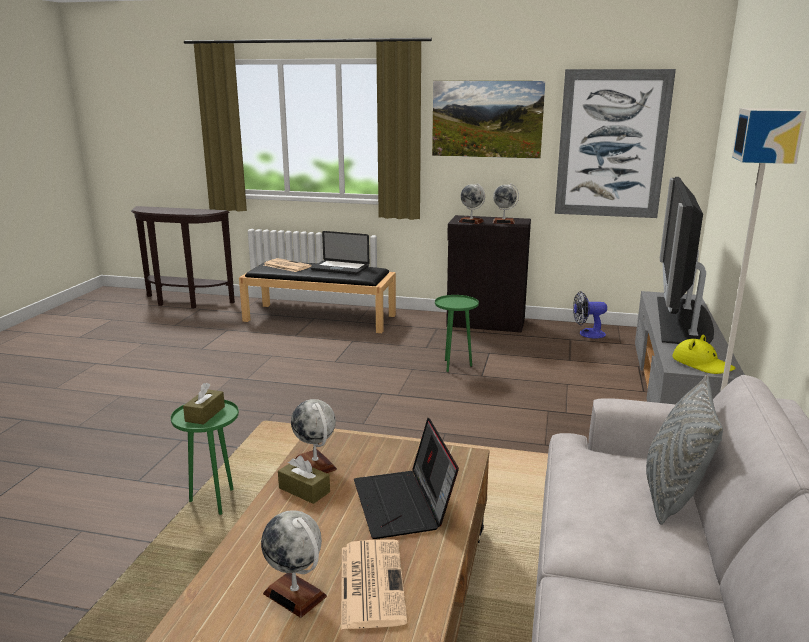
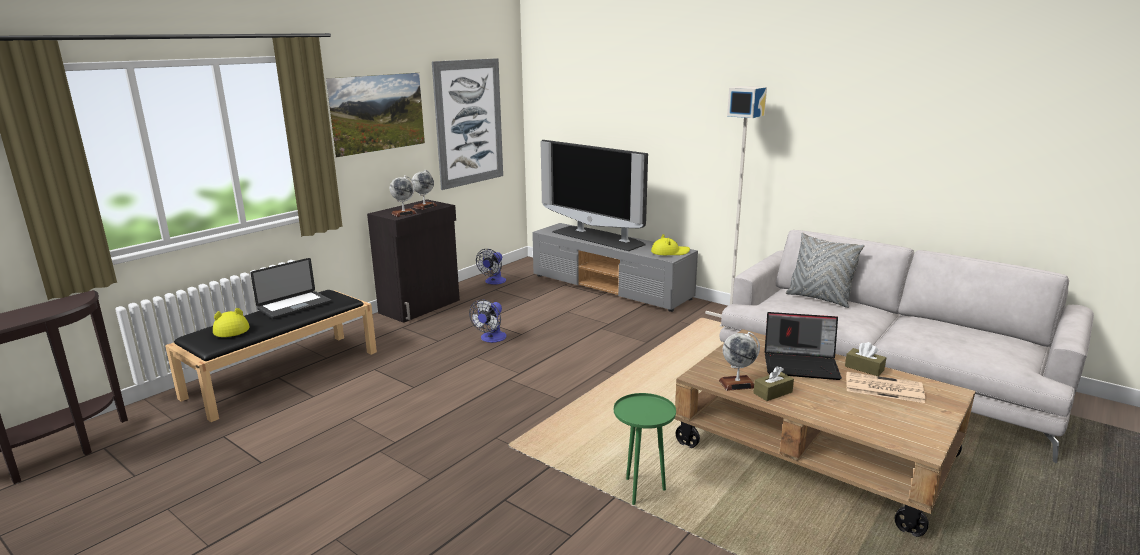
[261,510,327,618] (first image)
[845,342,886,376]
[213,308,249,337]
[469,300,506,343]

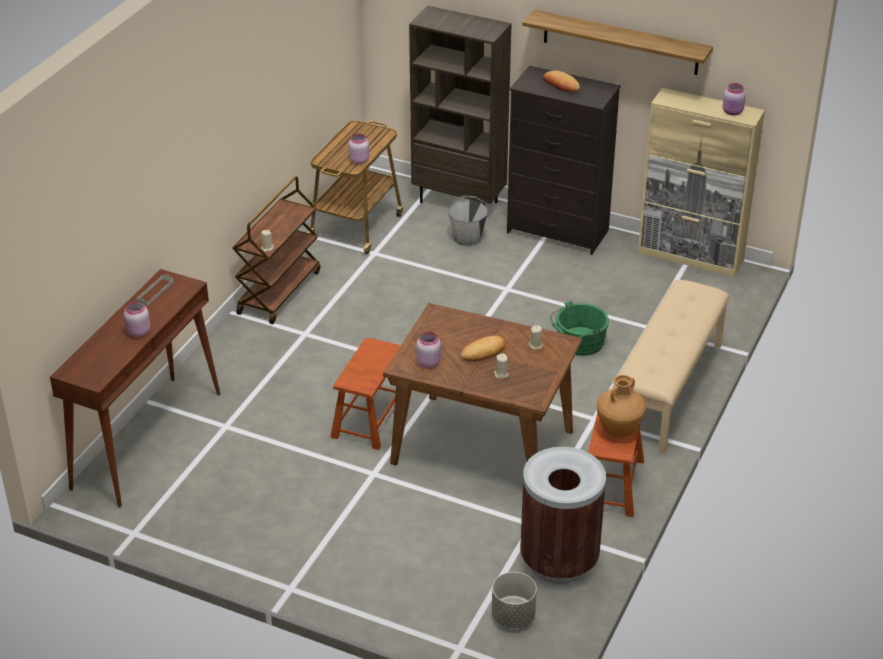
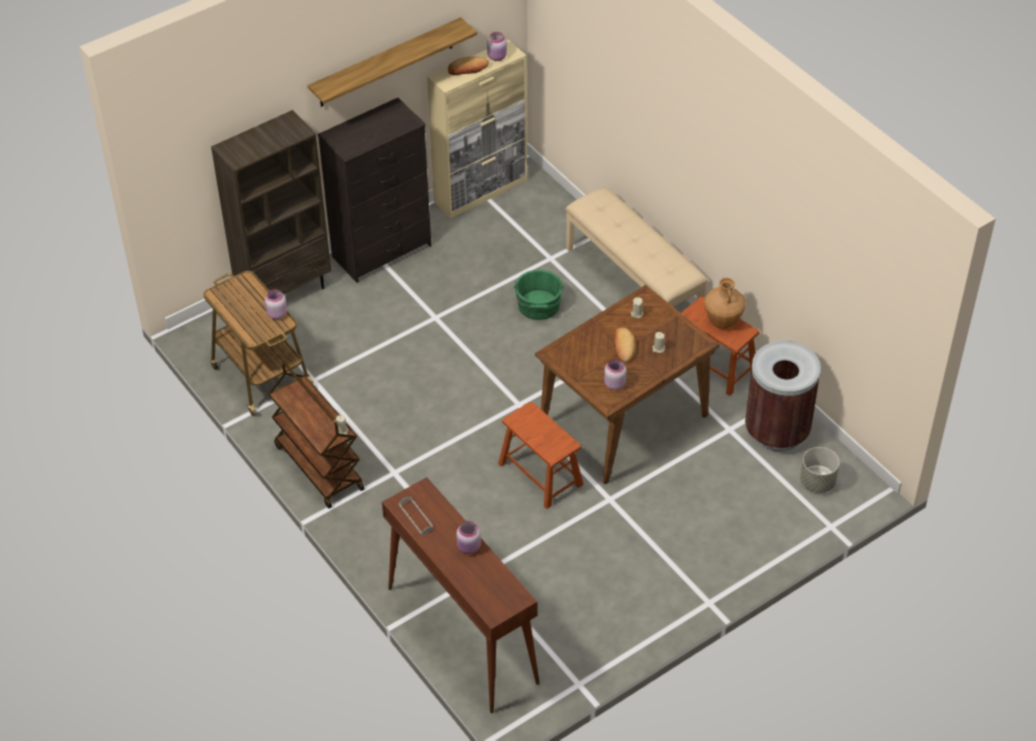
[448,196,488,246] (first image)
[448,56,489,75]

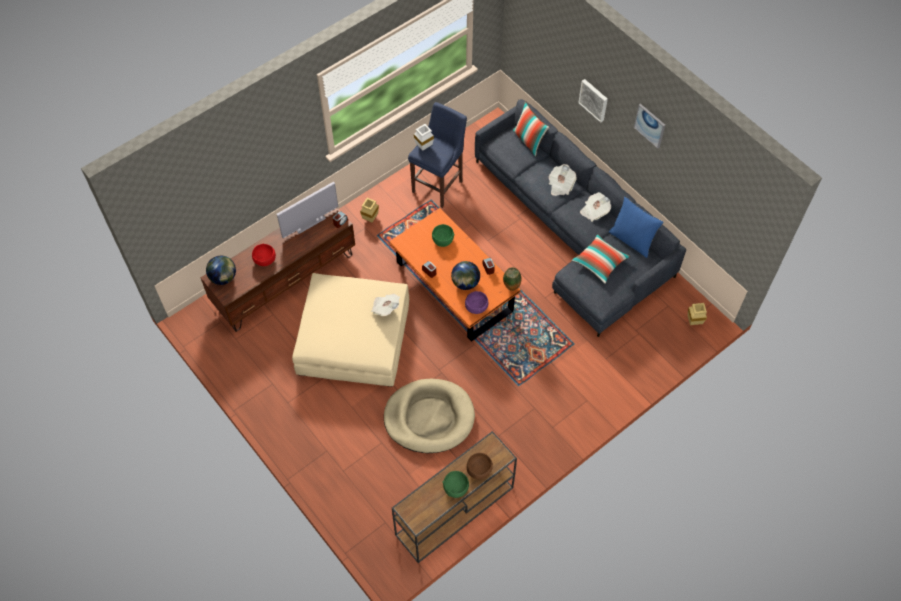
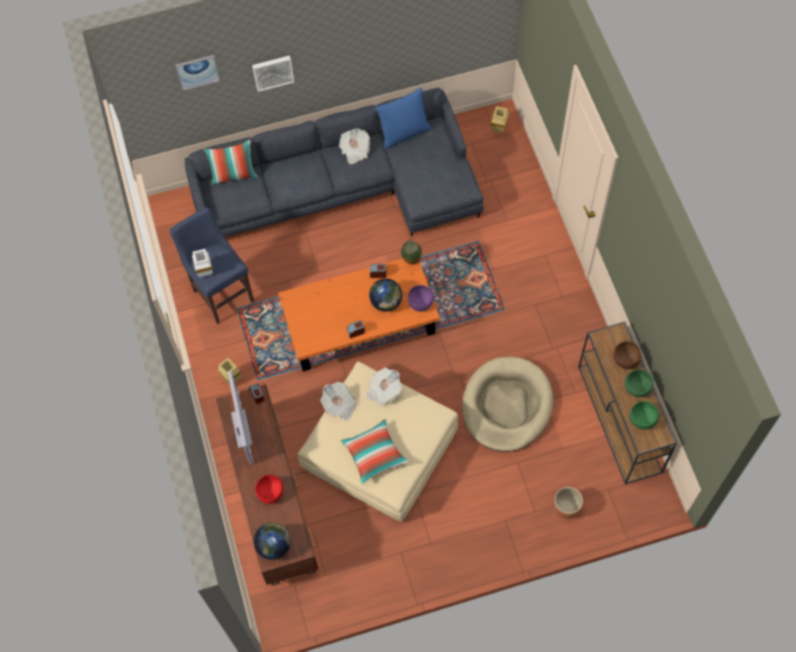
[554,487,583,519]
[630,401,659,430]
[320,382,357,421]
[341,419,409,484]
[175,55,220,91]

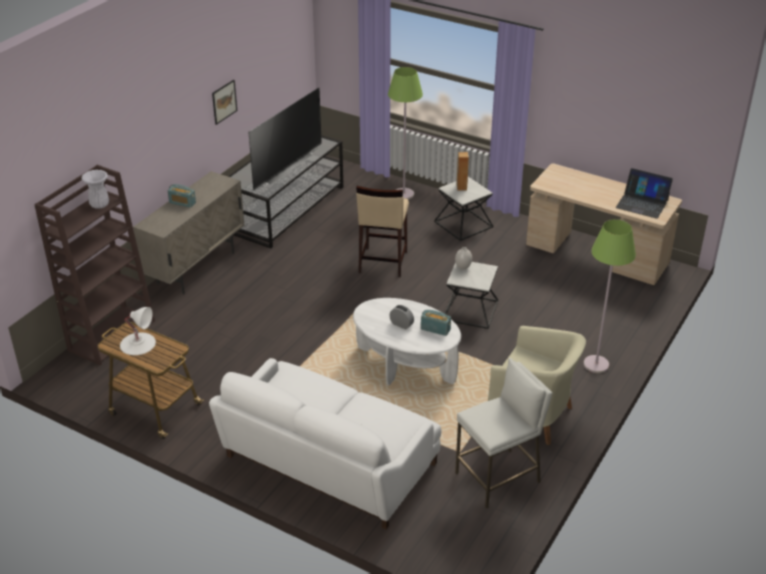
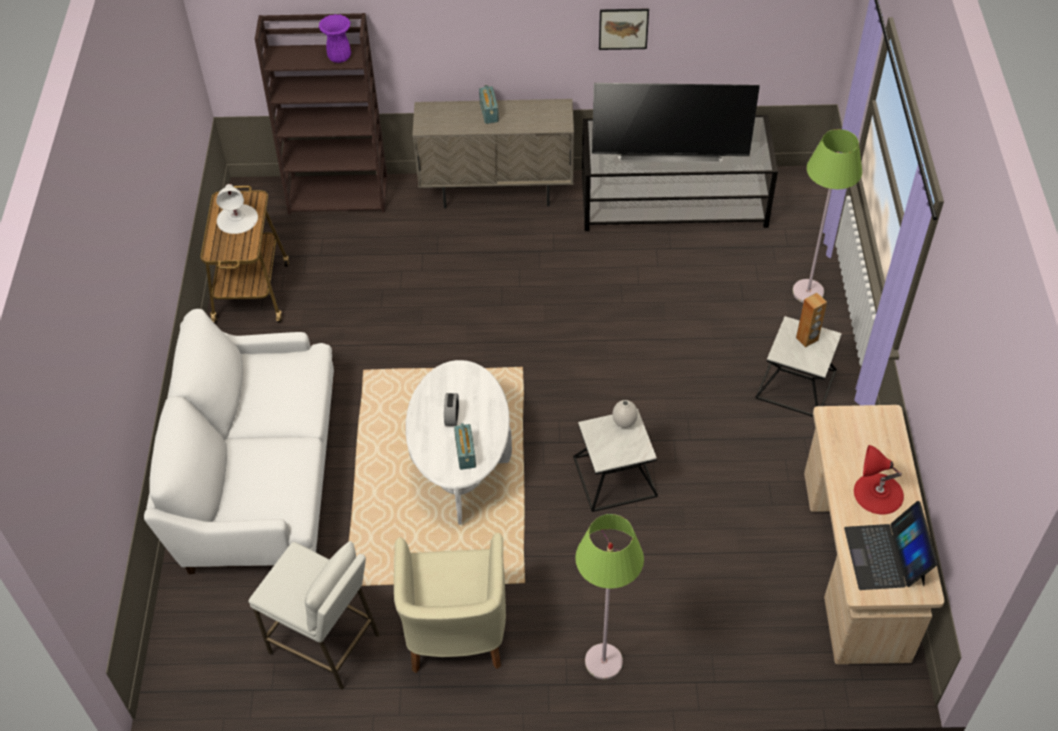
[356,186,409,277] (first image)
[854,445,904,515]
[319,14,351,63]

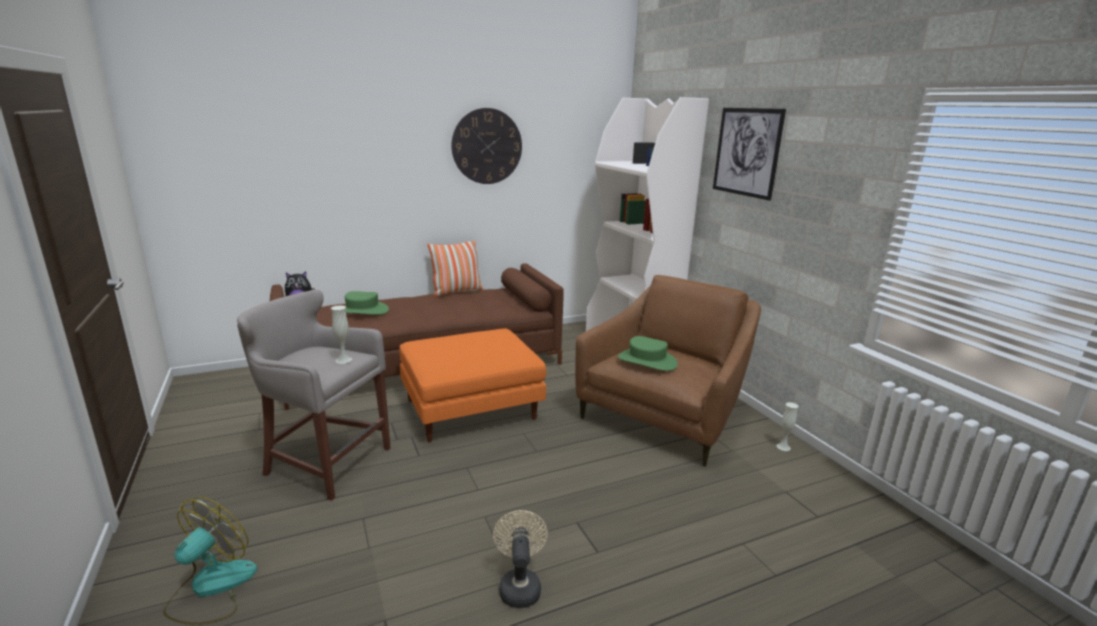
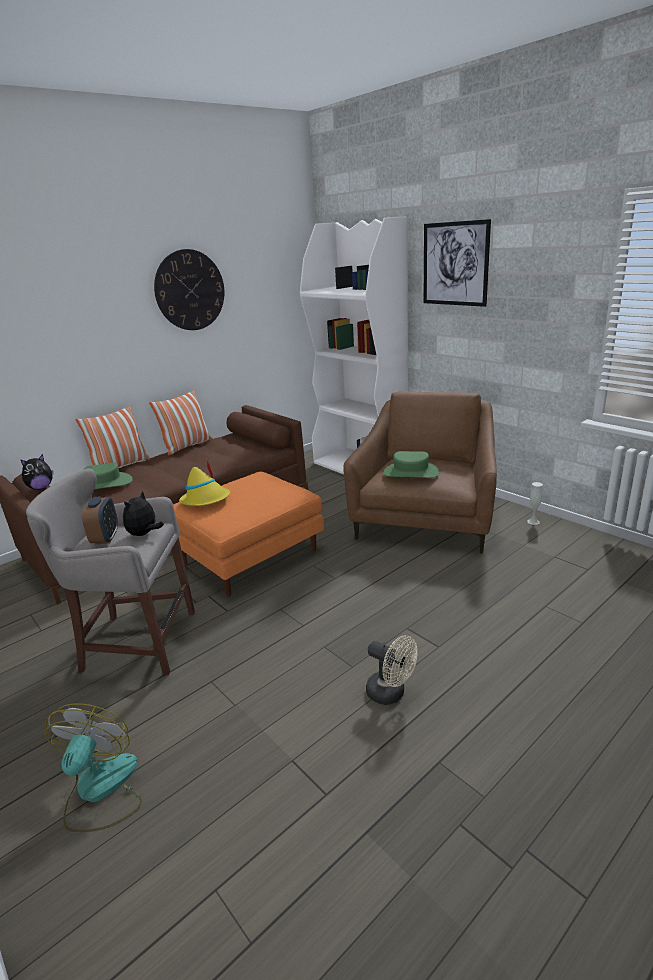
[75,406,150,467]
[82,496,118,545]
[179,459,230,506]
[123,491,164,536]
[366,635,418,705]

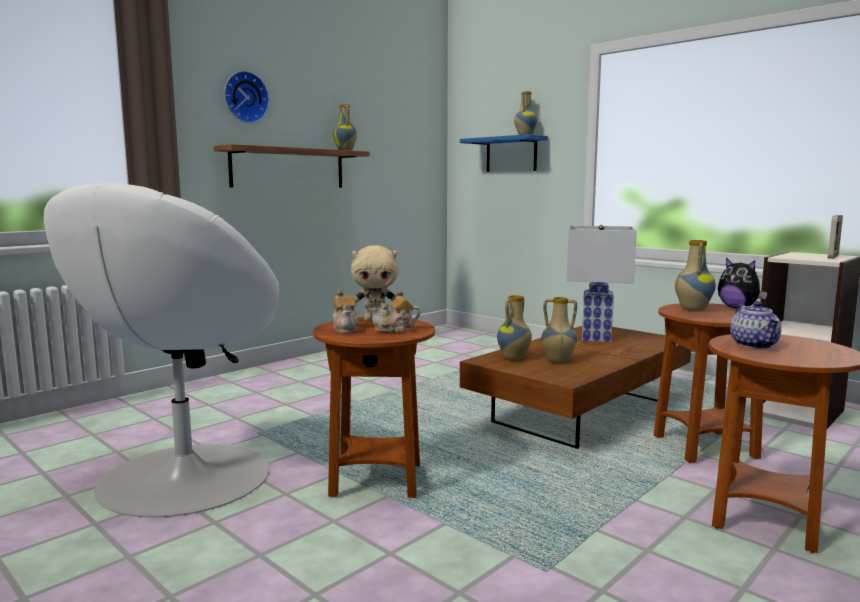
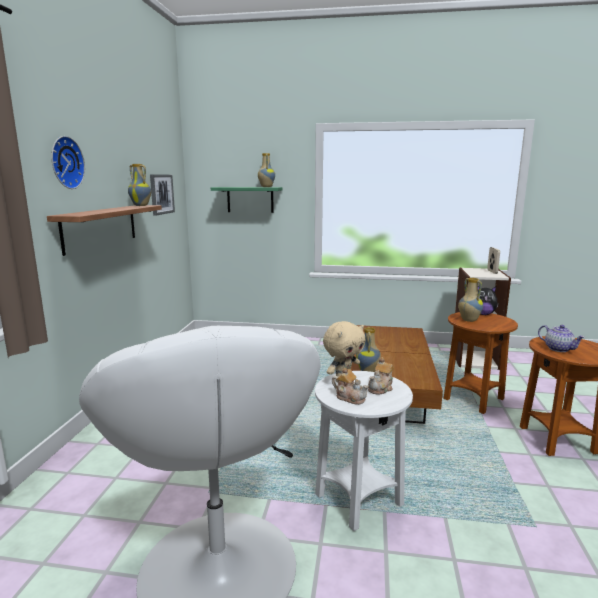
[541,297,577,363] (first image)
[566,225,637,342] (first image)
[150,174,175,216]
[315,371,413,531]
[211,187,282,213]

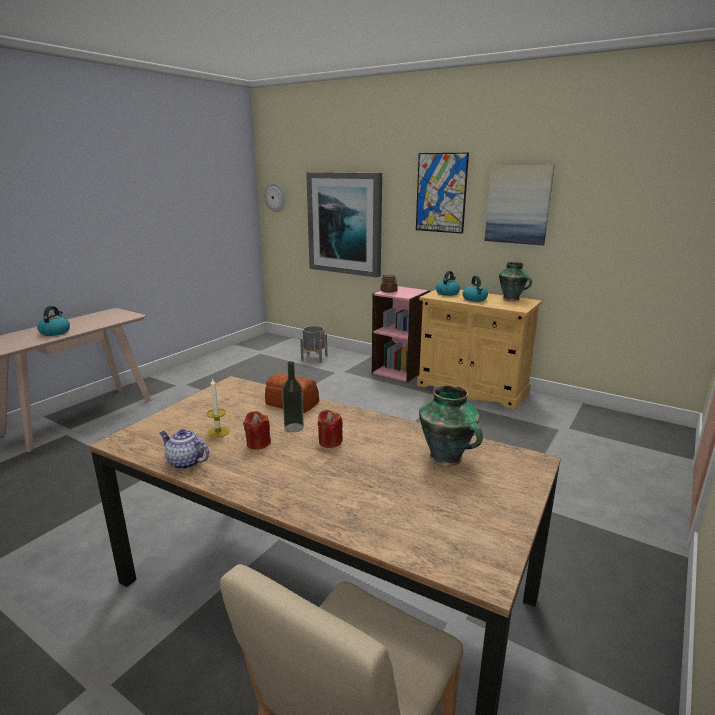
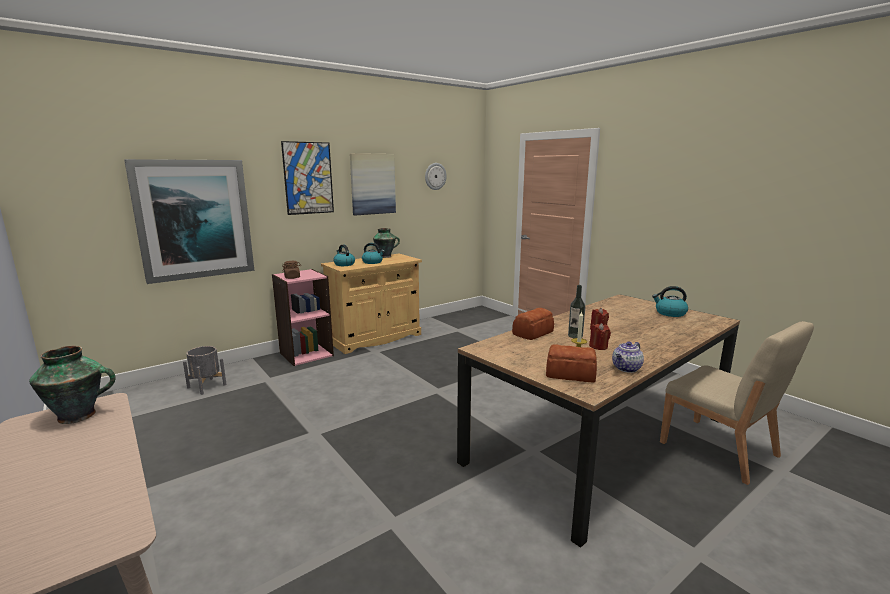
[546,344,597,383]
[652,286,688,317]
[425,163,447,190]
[29,346,116,424]

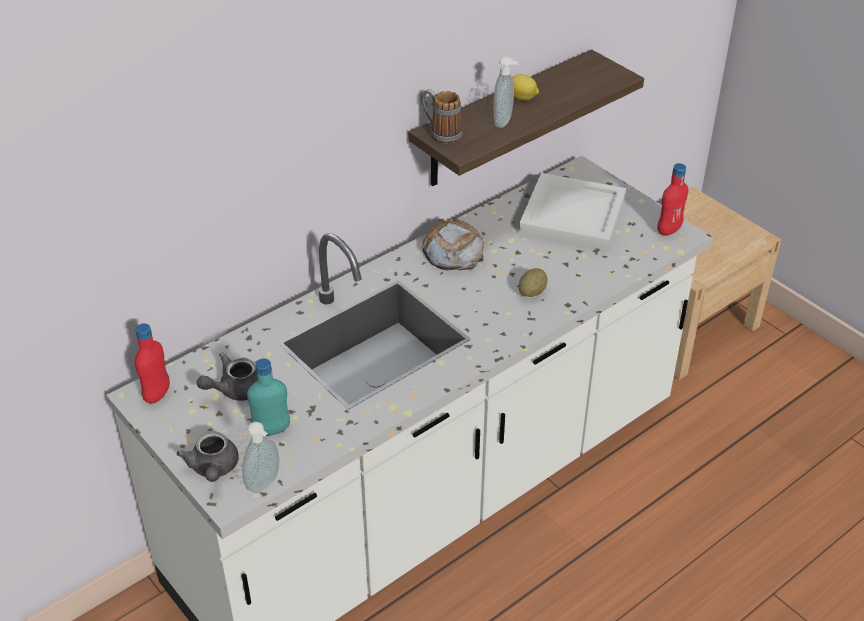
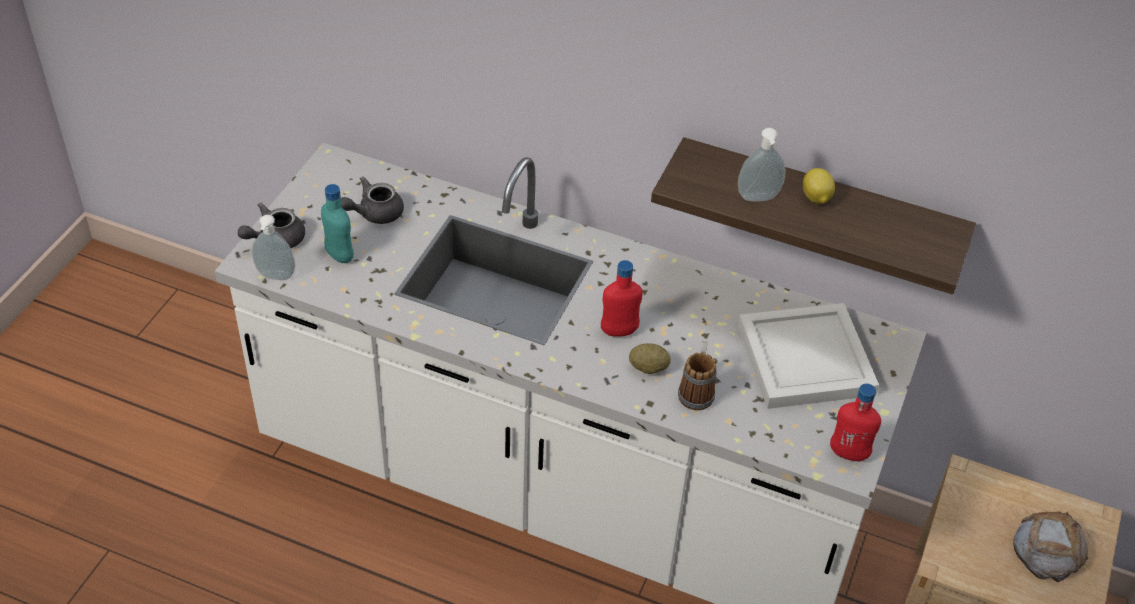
[601,260,643,337]
[678,341,716,410]
[1013,512,1089,582]
[341,176,404,224]

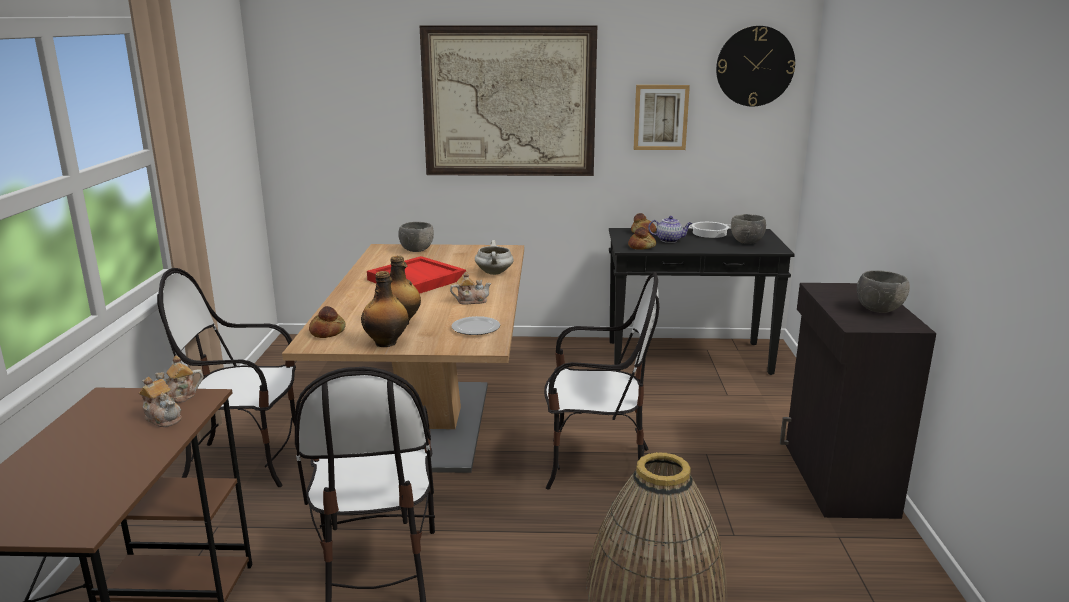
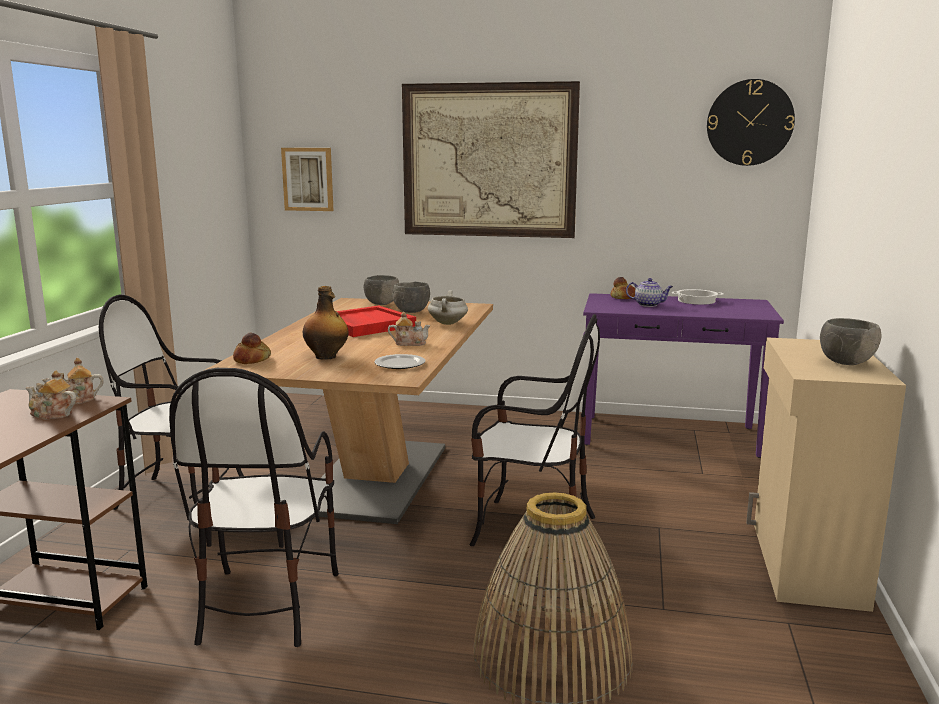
[361,271,409,347] (first image)
[628,227,656,250] (first image)
[281,148,334,211]
[392,282,430,313]
[583,293,784,458]
[746,337,906,612]
[26,370,76,420]

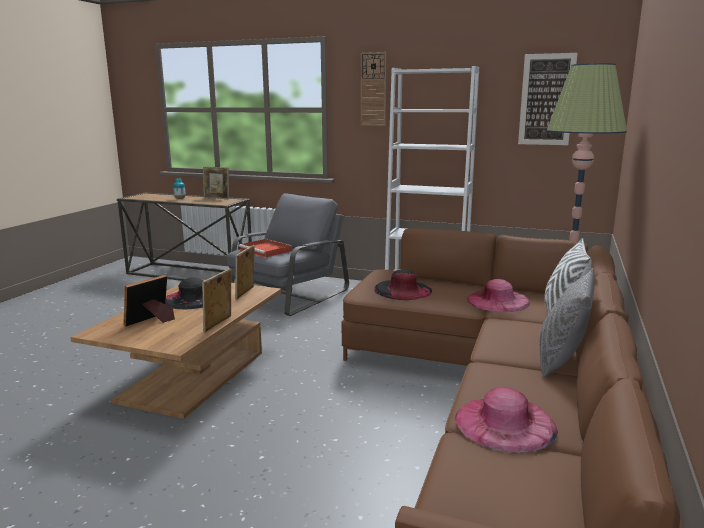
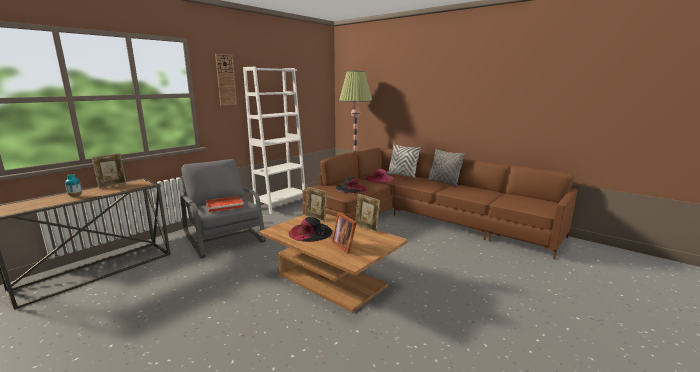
[455,387,558,453] (first image)
[518,53,578,145] (first image)

